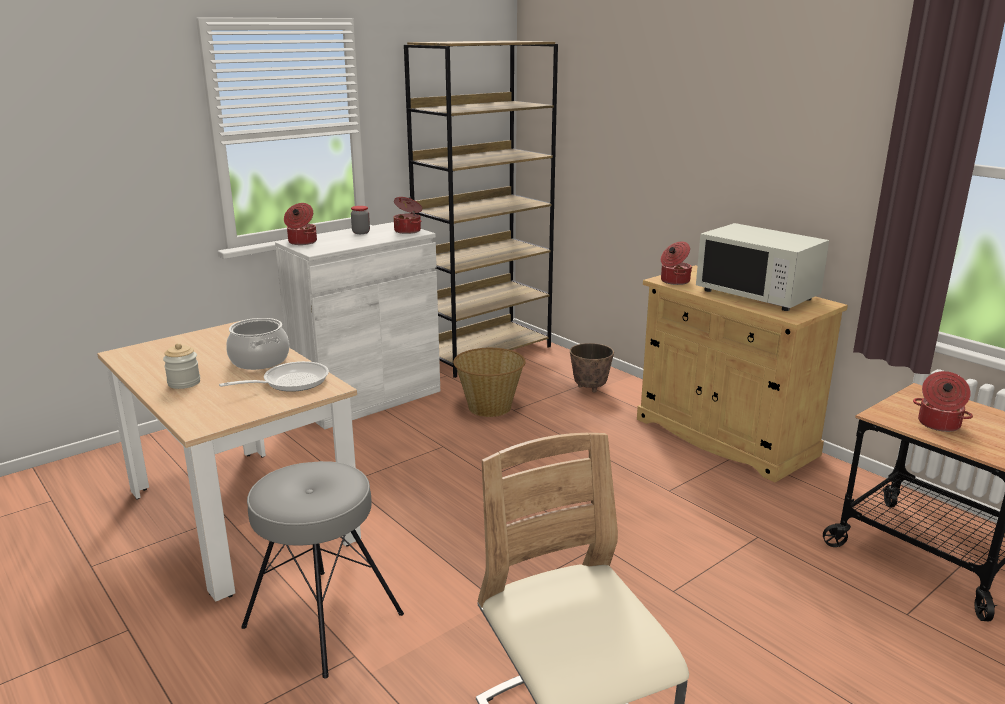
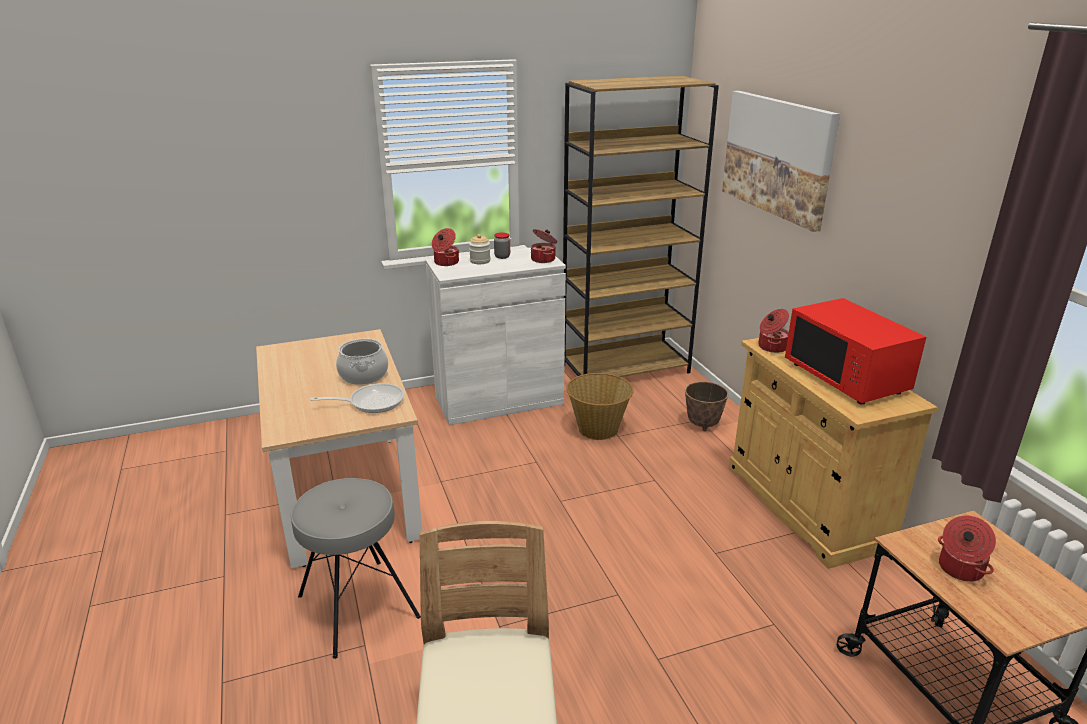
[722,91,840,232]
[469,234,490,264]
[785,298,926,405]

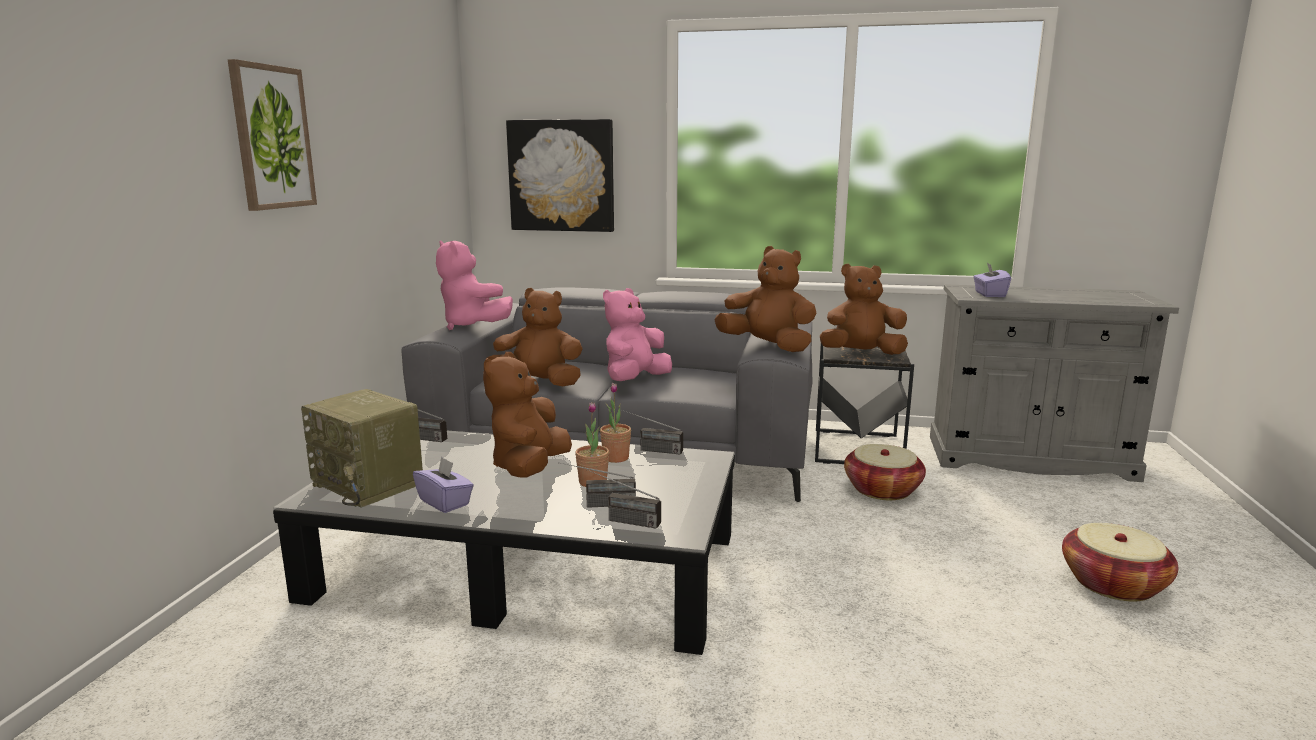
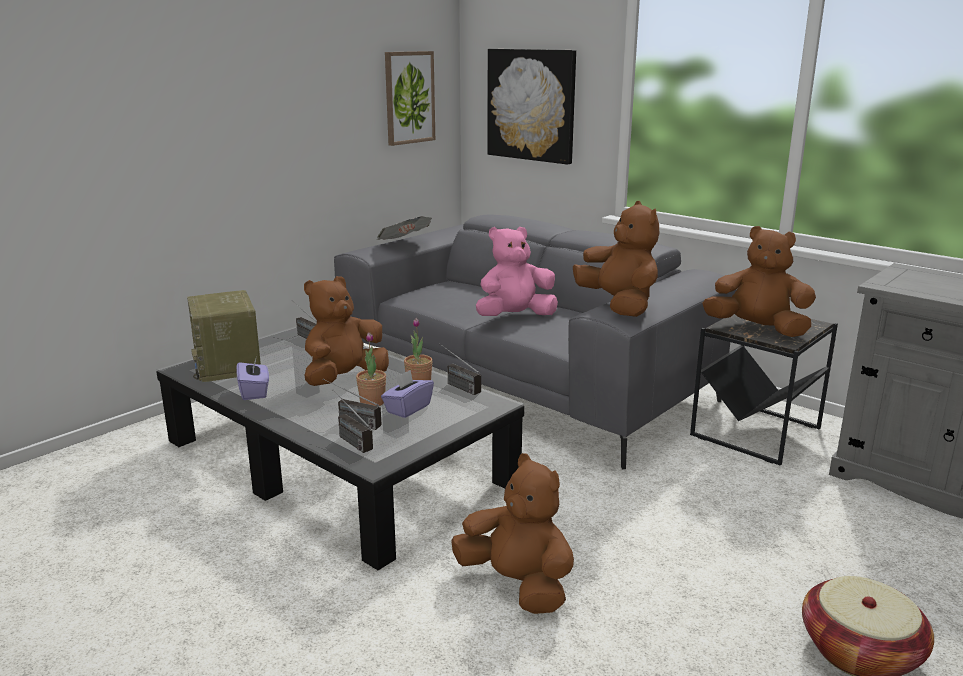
[844,444,926,500] (first image)
[385,51,435,146]
[451,453,574,614]
[381,370,434,418]
[376,216,432,240]

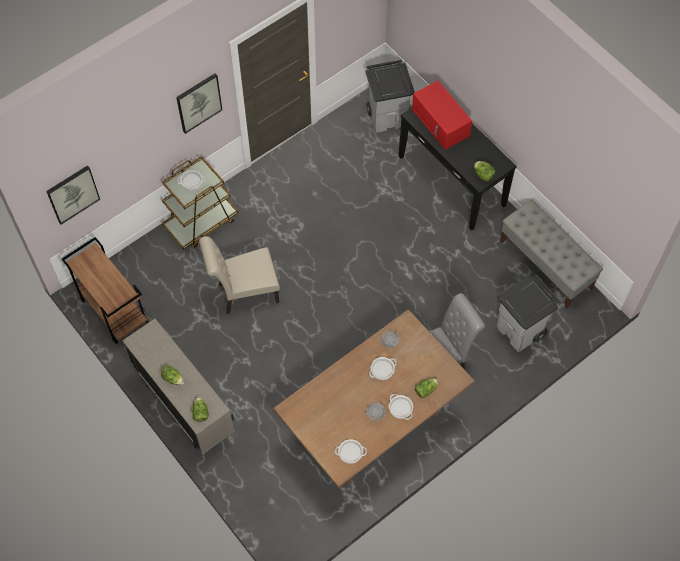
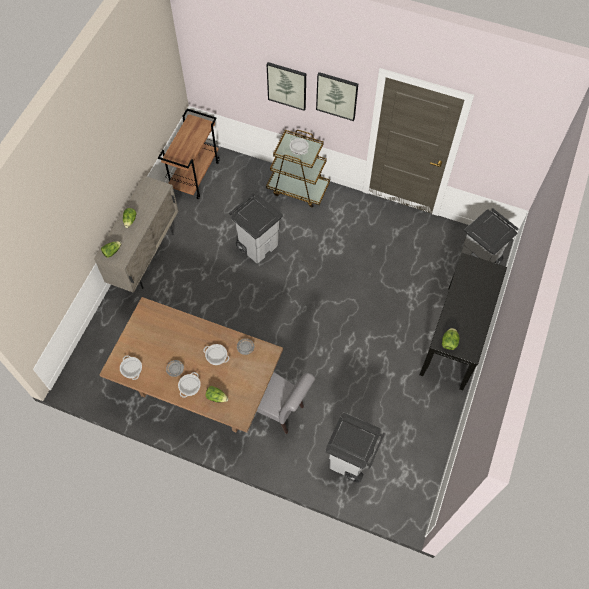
[412,81,472,150] (first image)
[500,200,603,309] (first image)
[267,62,306,111]
[229,194,283,263]

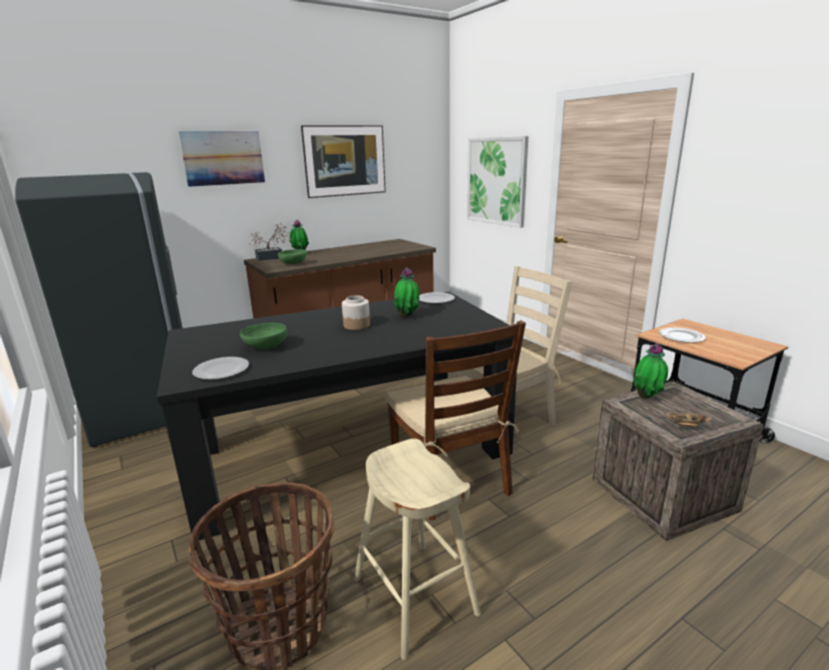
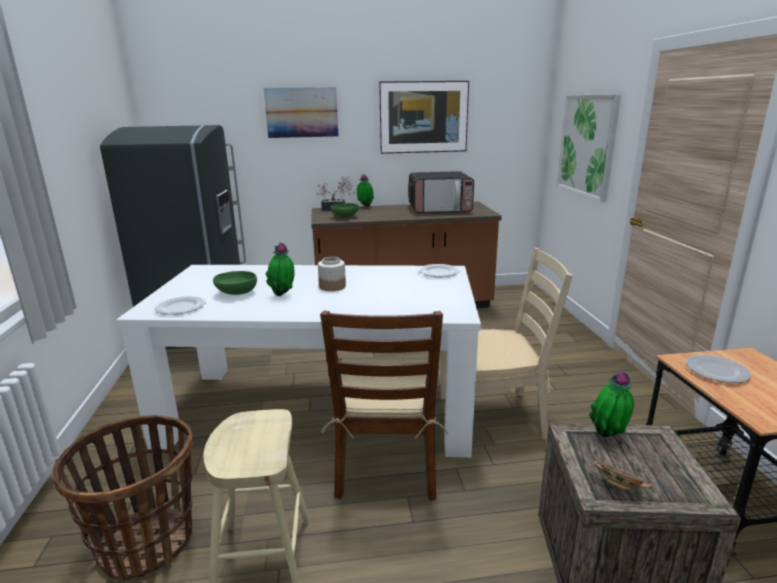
[408,171,474,213]
[265,243,295,296]
[116,265,481,458]

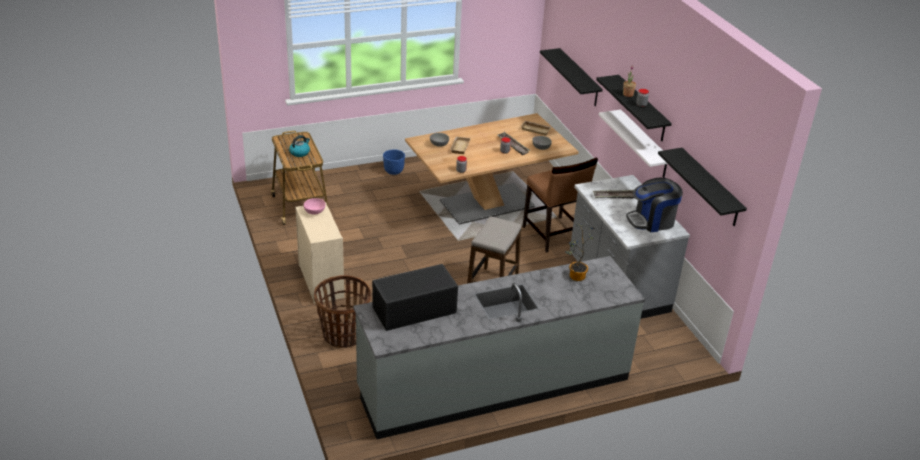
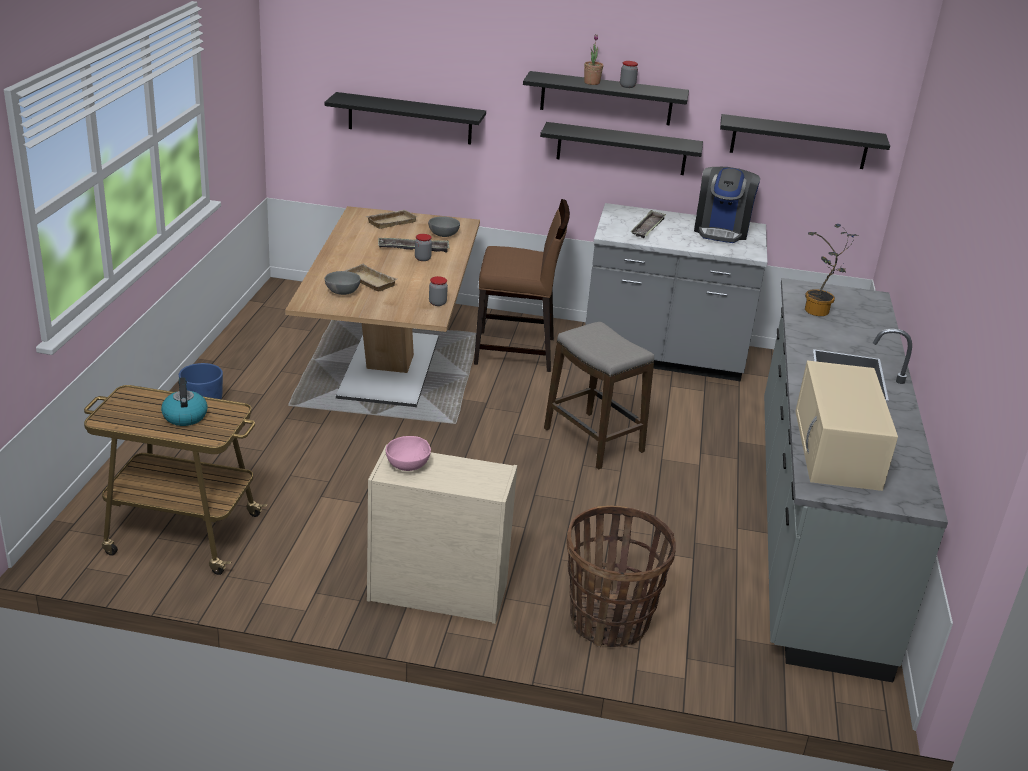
[795,361,898,491]
[540,122,703,175]

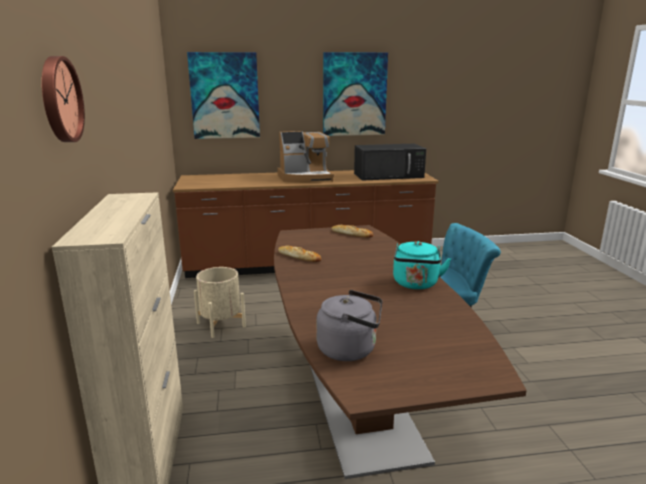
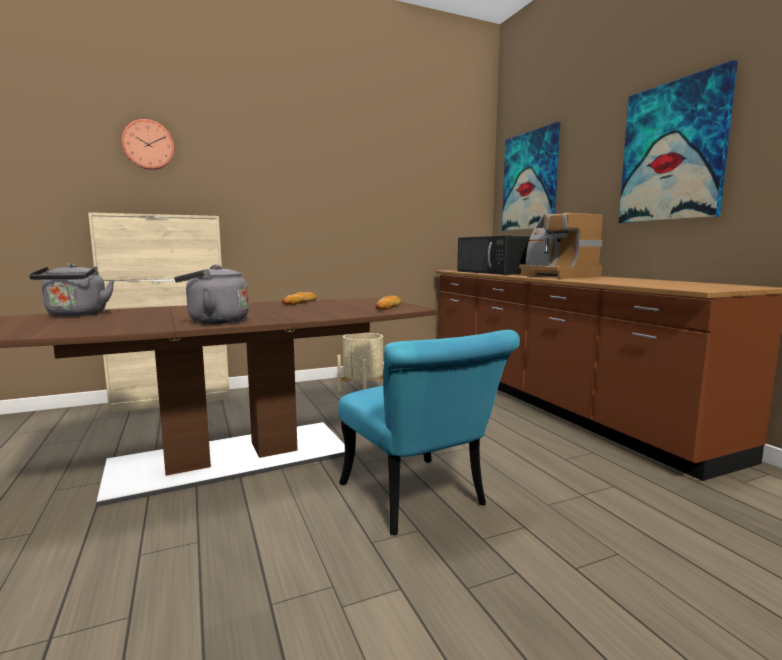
[457,235,530,275]
[174,265,249,324]

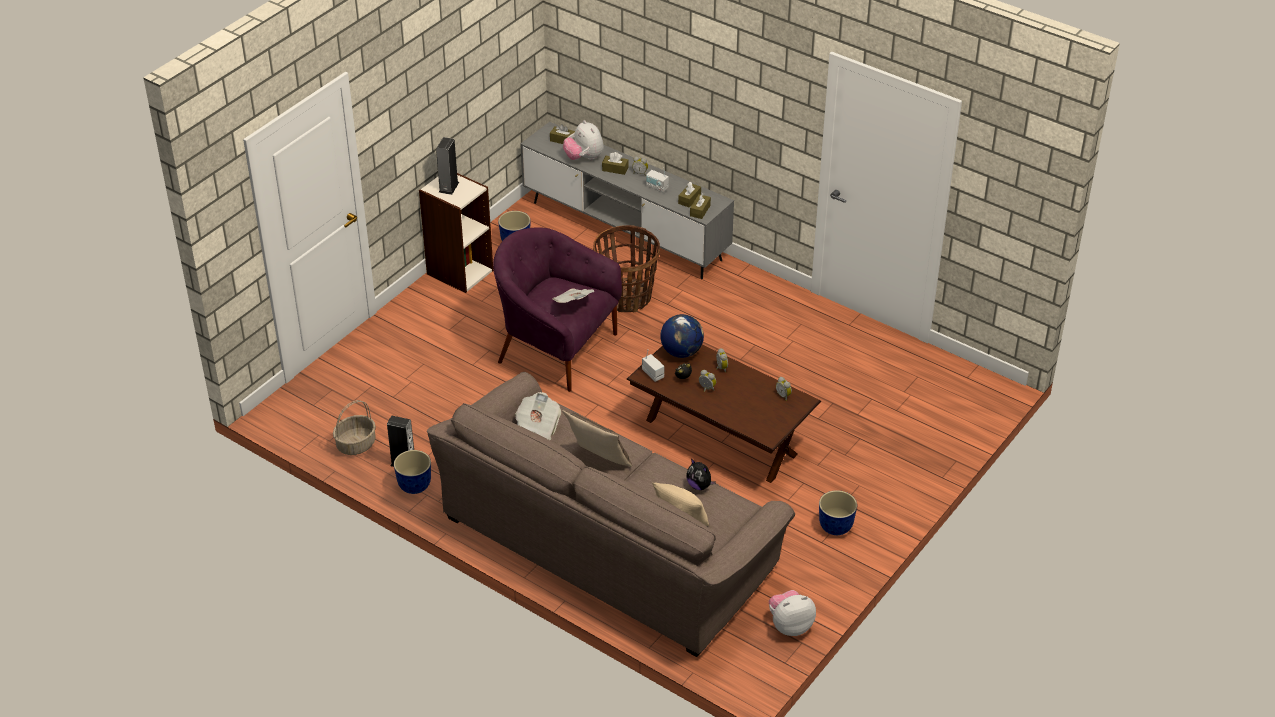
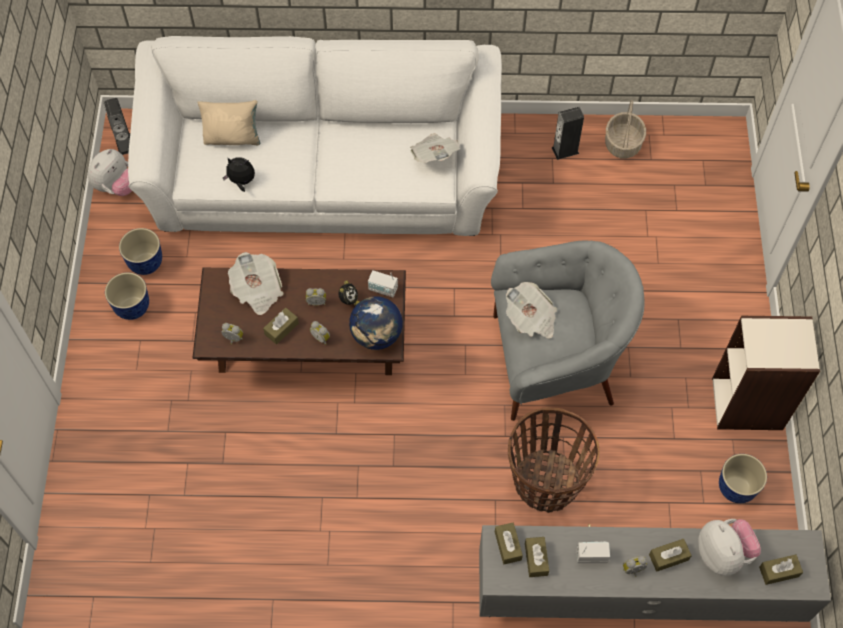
[562,409,632,467] (first image)
[228,252,283,315]
[263,307,299,344]
[119,228,162,275]
[103,98,130,155]
[128,36,502,236]
[491,241,645,421]
[698,519,761,576]

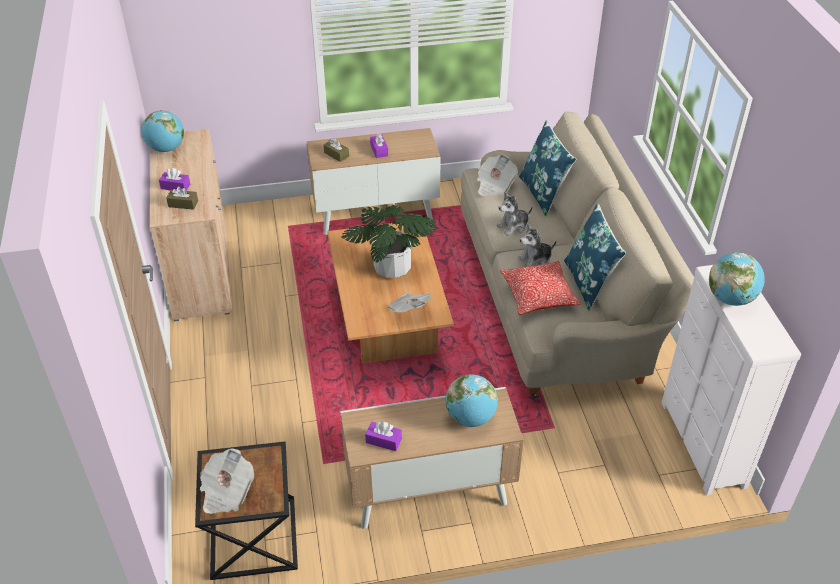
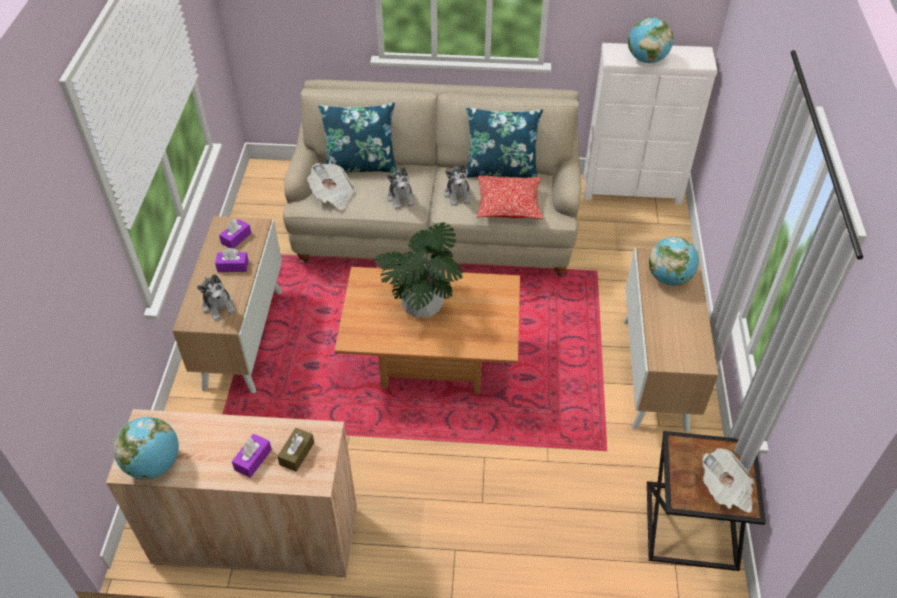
[387,293,433,312] (first image)
[219,219,252,249]
[197,274,236,321]

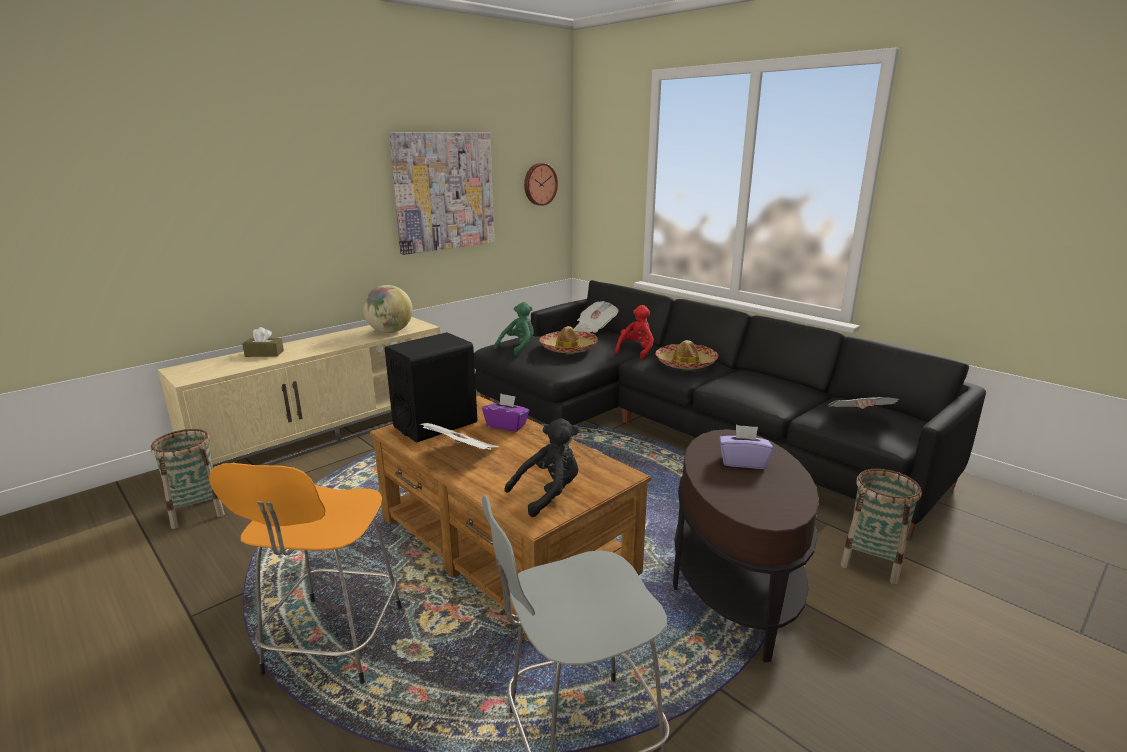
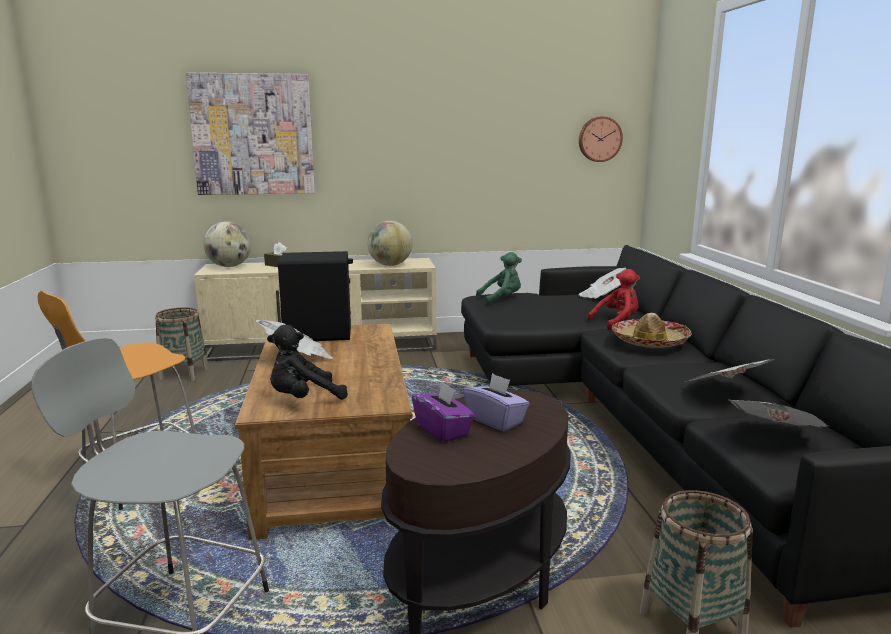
[539,326,598,353] (first image)
[203,221,251,267]
[684,359,774,382]
[185,73,315,195]
[412,381,475,443]
[267,324,348,400]

